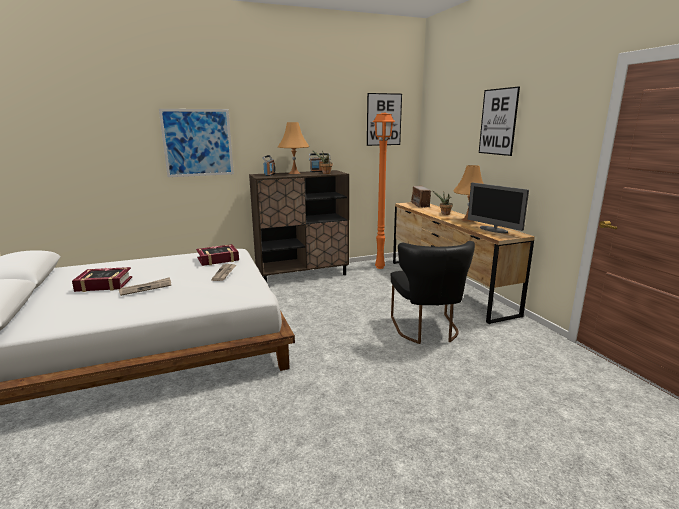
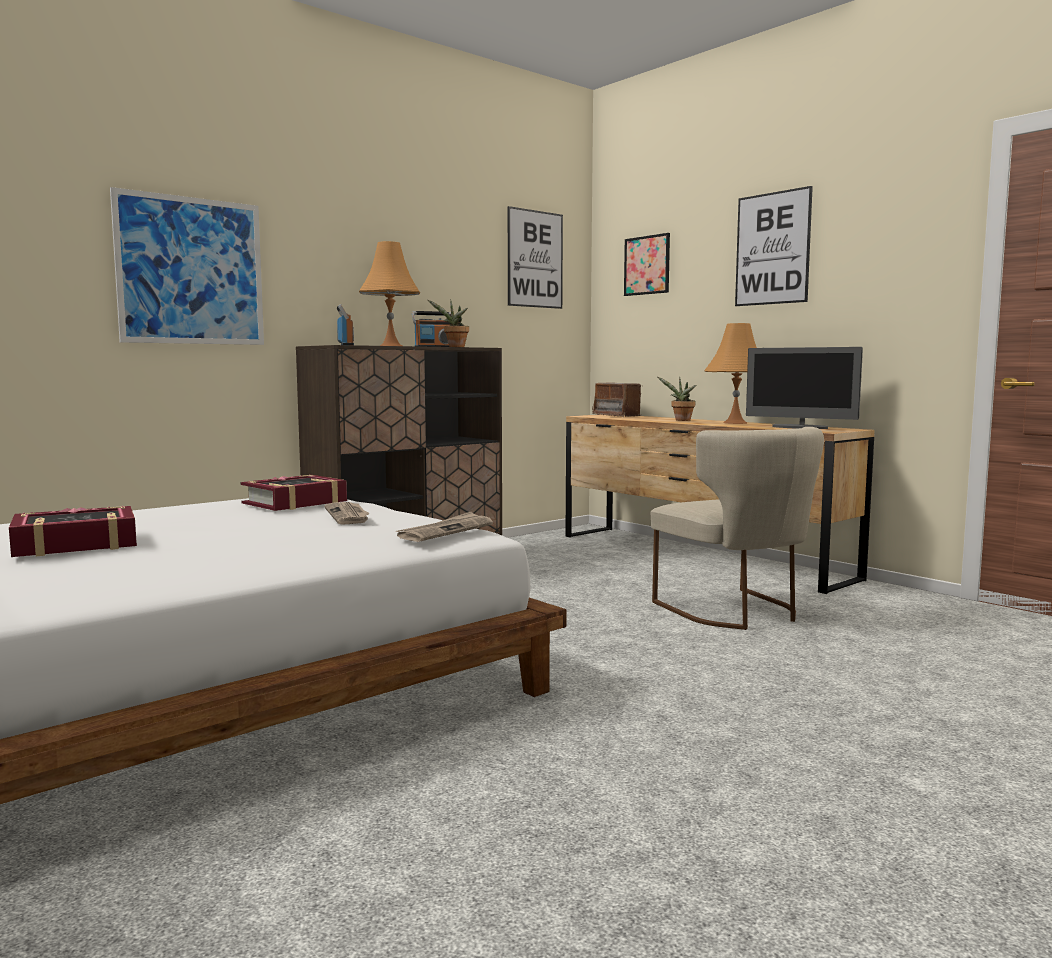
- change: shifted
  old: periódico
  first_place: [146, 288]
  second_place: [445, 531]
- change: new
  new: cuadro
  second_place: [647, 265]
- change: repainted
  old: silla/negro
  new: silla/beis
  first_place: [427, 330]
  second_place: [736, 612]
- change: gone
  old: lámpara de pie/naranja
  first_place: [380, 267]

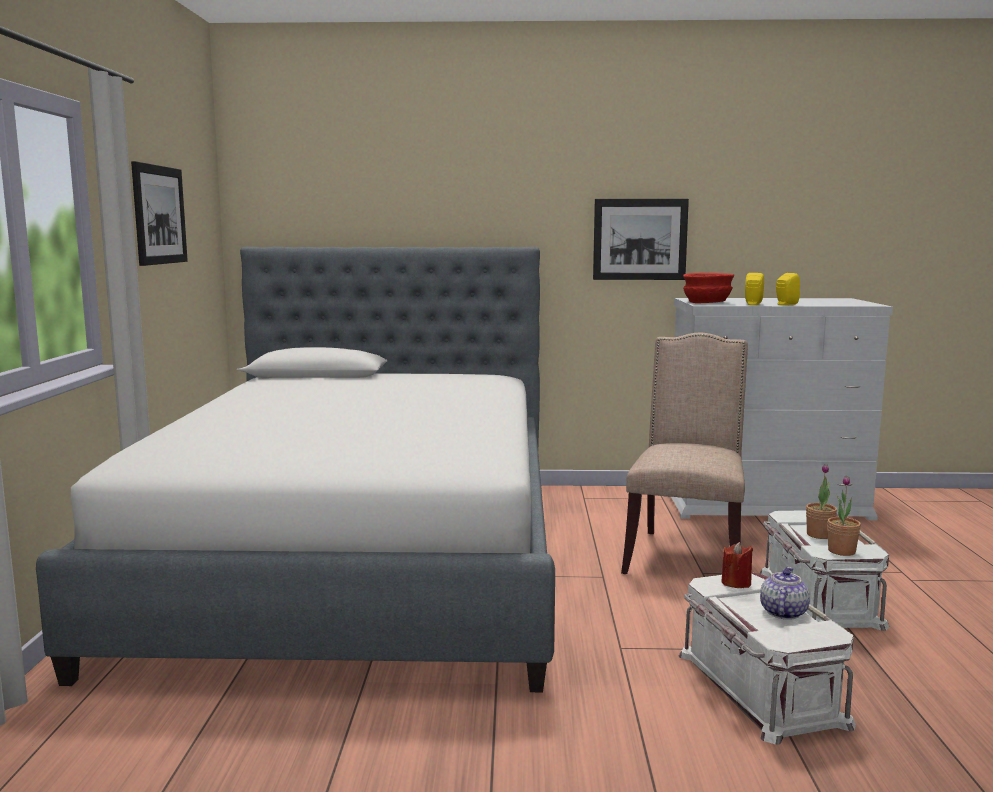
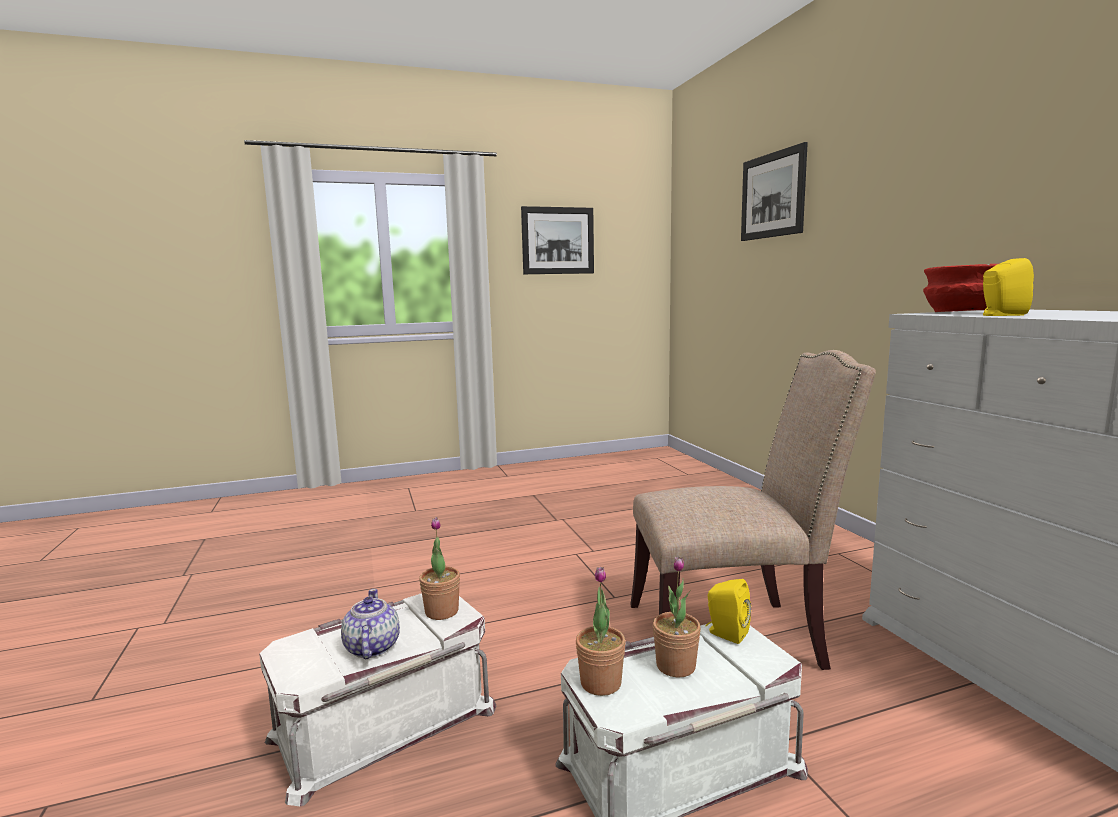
- change: rotated
  old: tetera
  first_place: [782, 613]
  second_place: [371, 648]
  degrees: -105
- change: swapped
  old: vela/rojo
  new: planta en maceta
  first_place: [736, 583]
  second_place: [441, 611]
- change: shifted
  old: altavoz/amarillo
  first_place: [785, 304]
  second_place: [725, 633]
- change: shifted
  old: cuadro
  first_place: [640, 239]
  second_place: [772, 195]
- change: gone
  old: cama
  first_place: [361, 559]

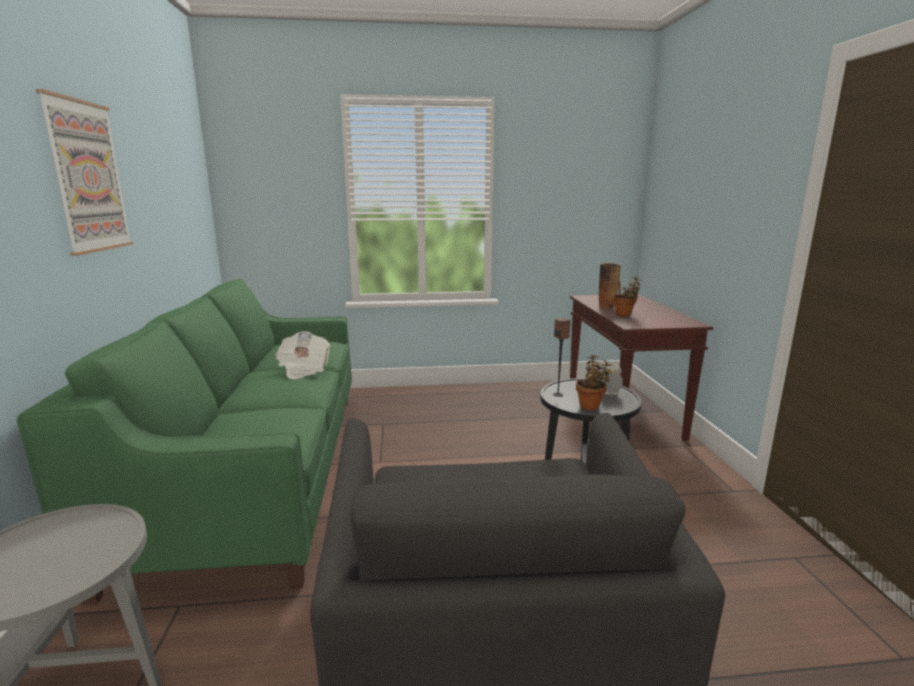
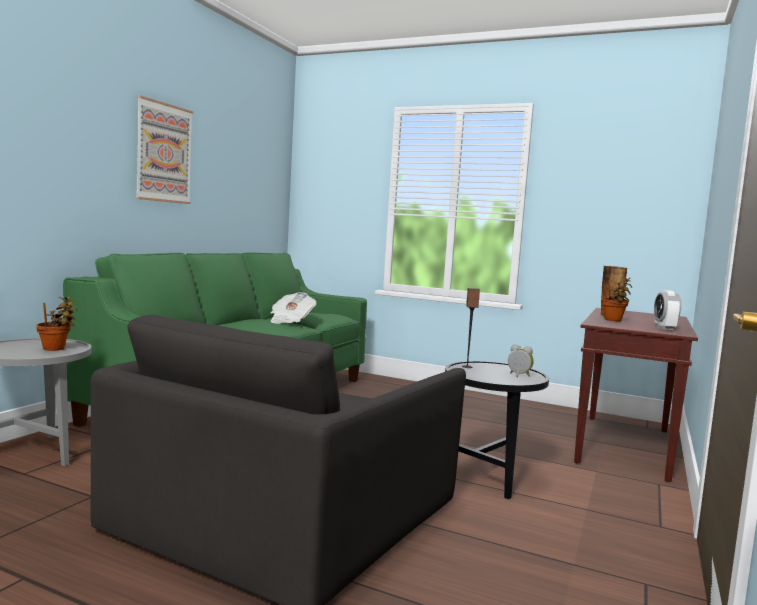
- change: shifted
  old: planta en maceta
  first_place: [590, 406]
  second_place: [56, 349]
- change: new
  new: despertador
  second_place: [664, 328]

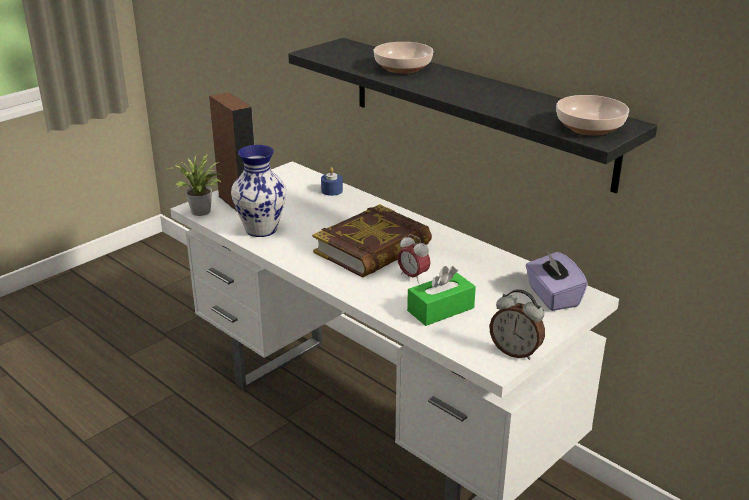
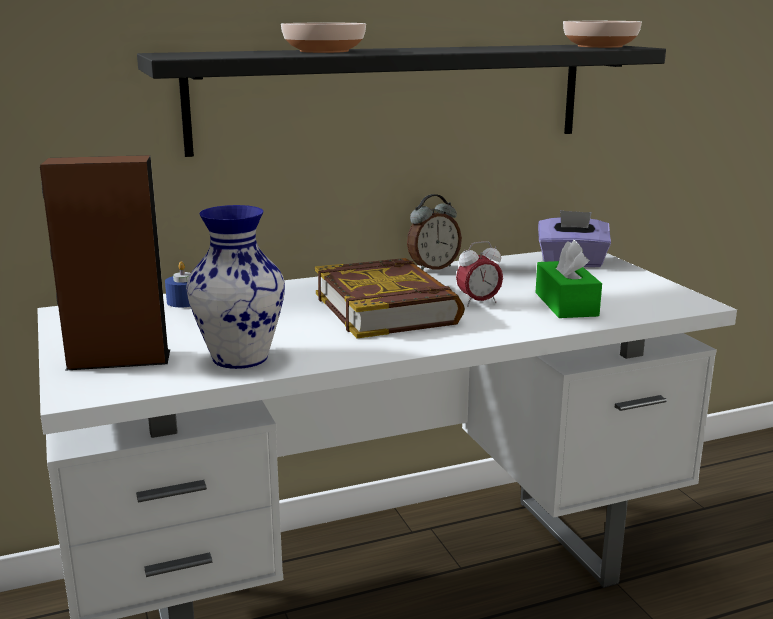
- change: shifted
  old: despertador
  first_place: [515, 351]
  second_place: [432, 267]
- change: gone
  old: planta en maceta
  first_place: [202, 212]

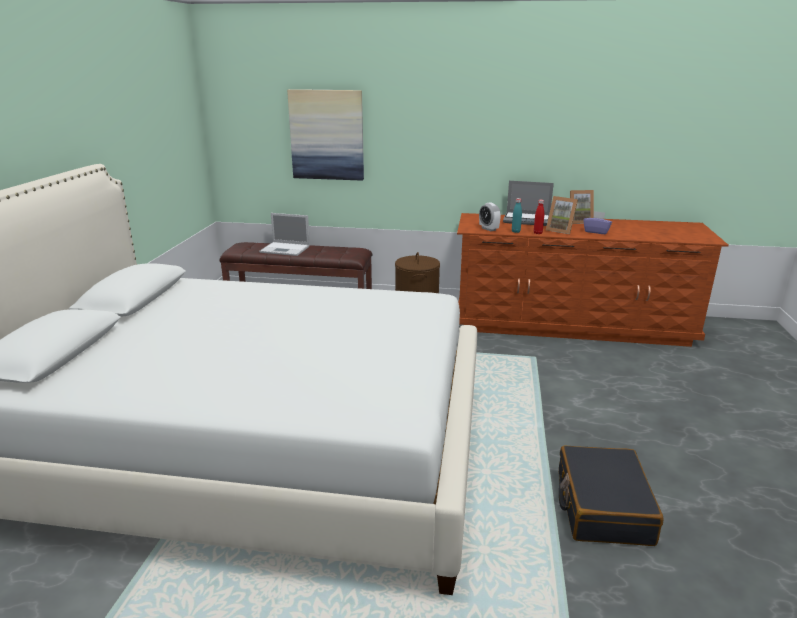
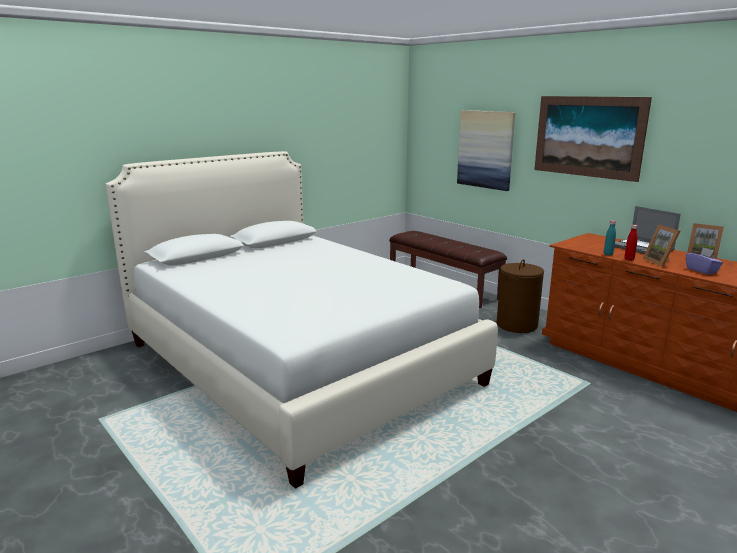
- change: new
  new: cuadro
  second_place: [588, 136]
- change: gone
  old: portátil
  first_place: [286, 249]
- change: gone
  old: despertador
  first_place: [488, 229]
- change: gone
  old: maleta/negro
  first_place: [602, 507]

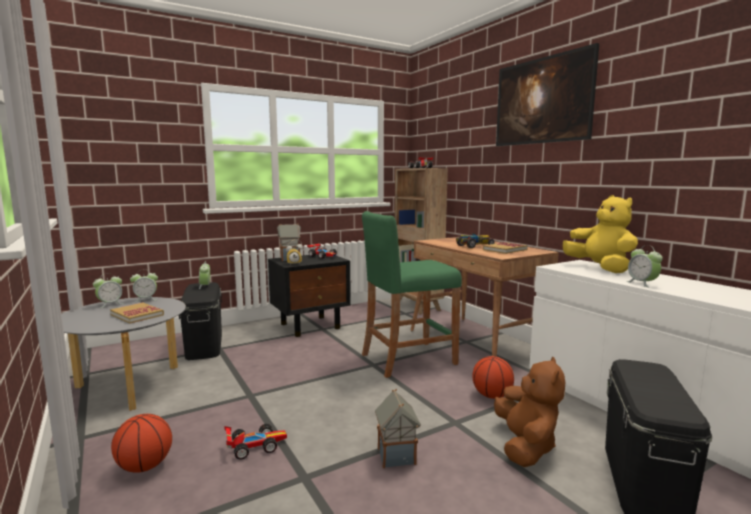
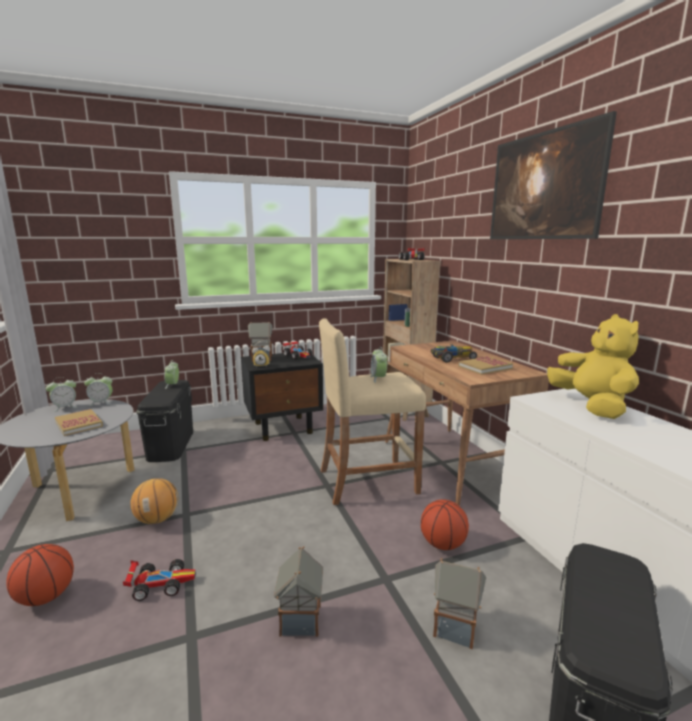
- change: new
  new: balón de baloncesto
  second_place: [157, 519]
- change: repainted
  old: taburete/verde
  new: taburete/beis
  first_place: [408, 359]
  second_place: [368, 481]
- change: shifted
  old: despertador
  first_place: [642, 283]
  second_place: [378, 379]
- change: swapped
  old: peluche/marrón
  new: casita
  first_place: [525, 446]
  second_place: [456, 627]

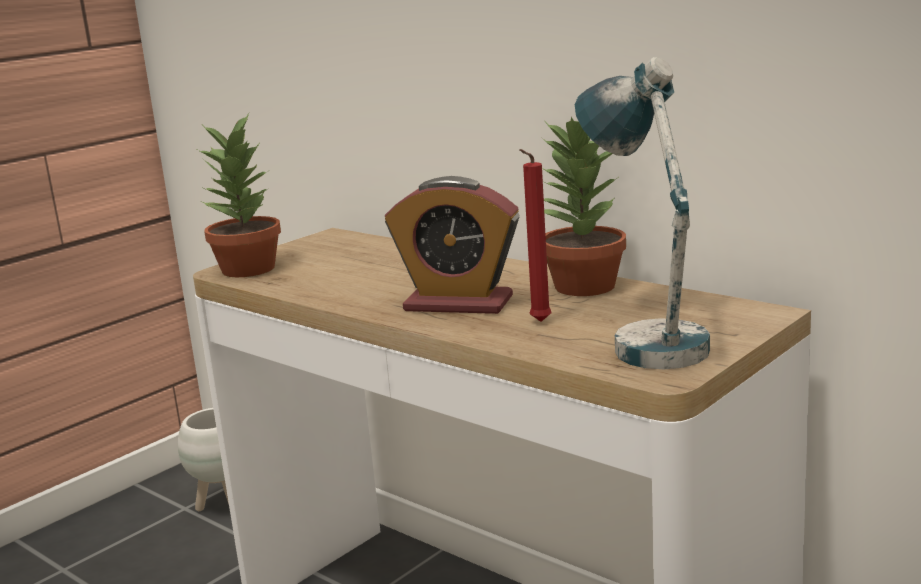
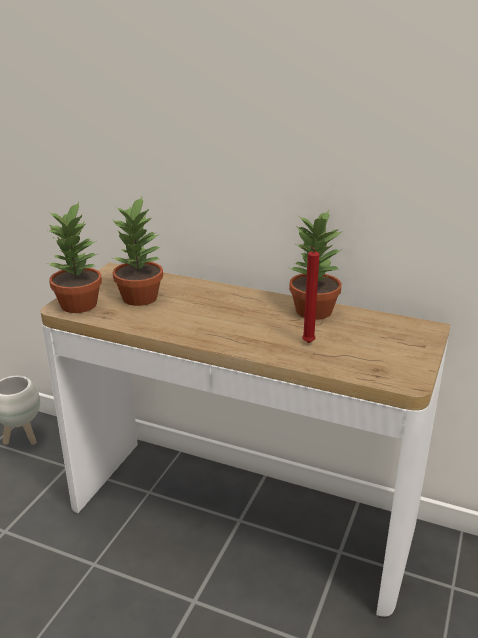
- change: new
  new: planta en maceta
  second_place: [141, 298]
- change: gone
  old: despertador
  first_place: [458, 304]
- change: gone
  old: lámpara de mesa
  first_place: [646, 337]

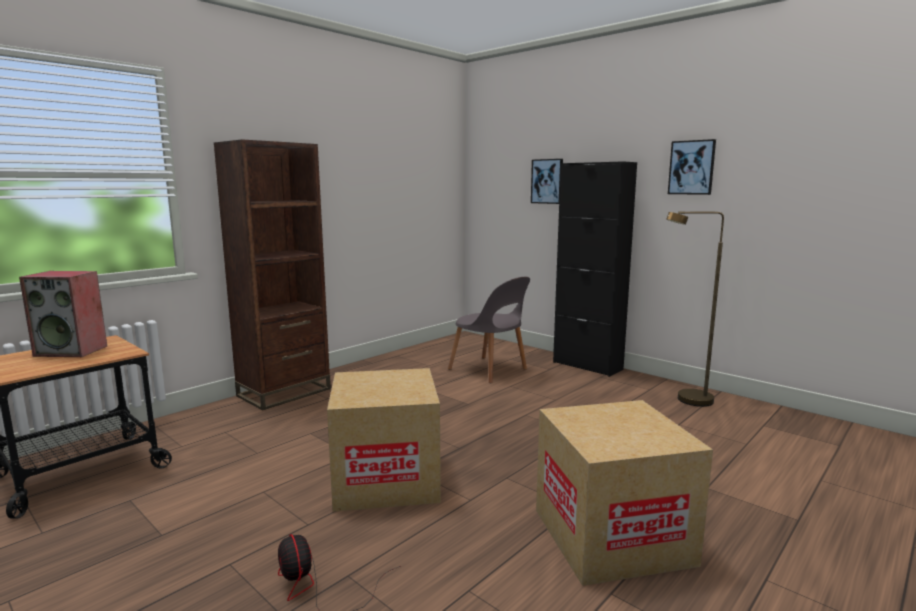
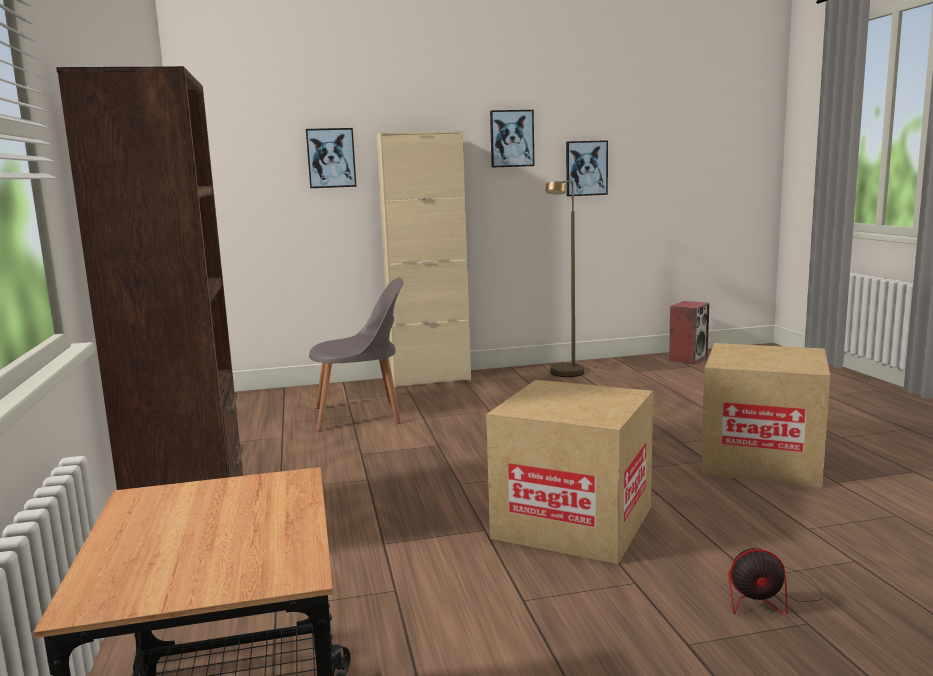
- change: repainted
  old: armario/negro
  new: armario/beis
  first_place: [587, 366]
  second_place: [430, 379]
- change: new
  new: cuadro
  second_place: [586, 168]
- change: shifted
  old: altavoz
  first_place: [72, 351]
  second_place: [688, 358]

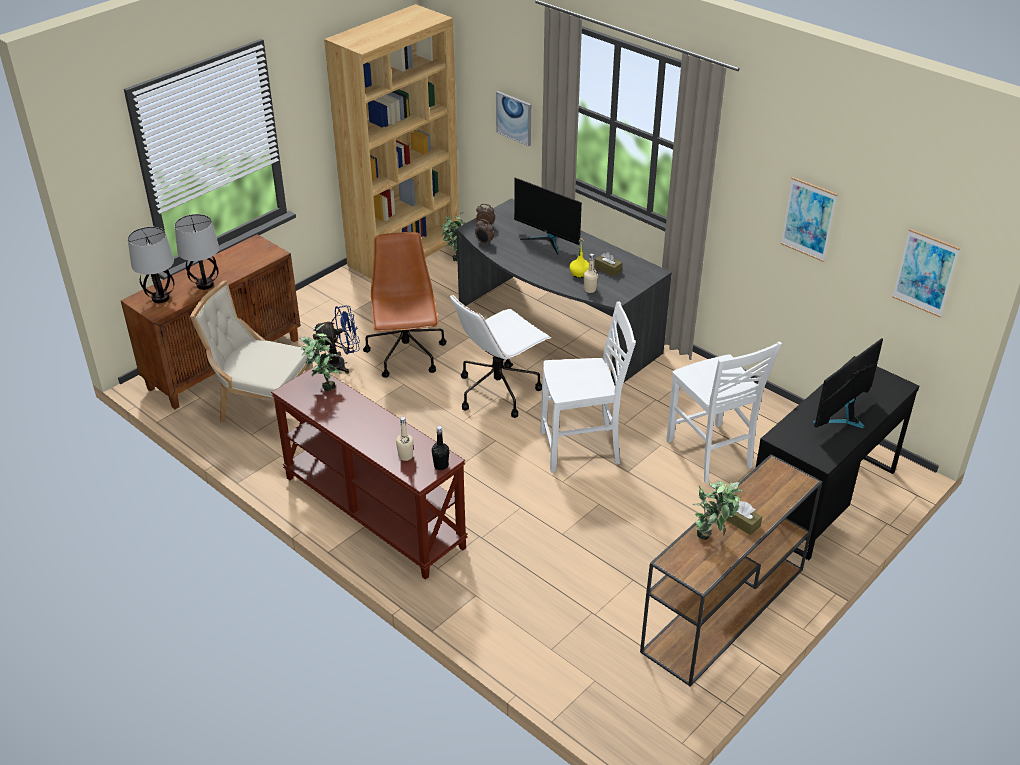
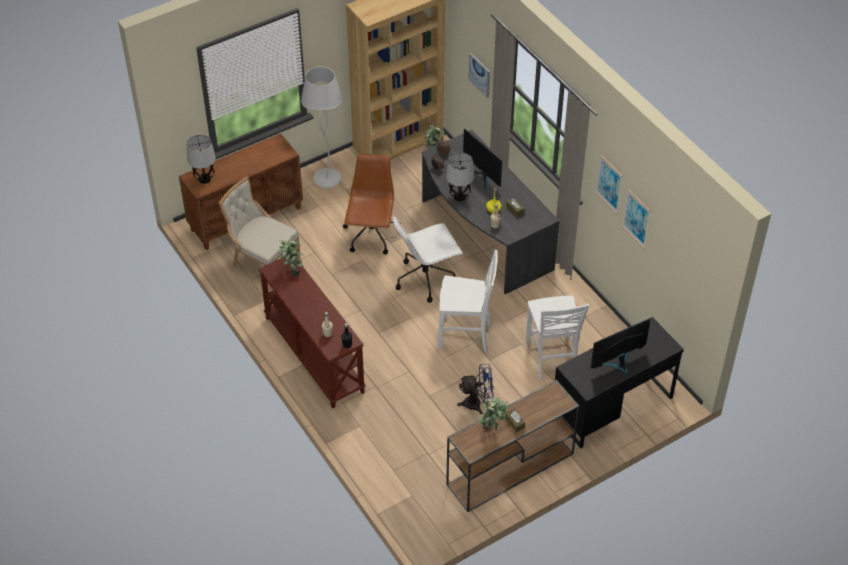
- change: new
  new: lámpara de pie/blanco
  second_place: [327, 179]
- change: shifted
  old: lámpara de mesa
  first_place: [204, 285]
  second_place: [459, 196]
- change: shifted
  old: ventilador/azul
  first_place: [340, 364]
  second_place: [477, 403]
- change: shifted
  old: cuadro
  first_place: [925, 273]
  second_place: [609, 184]

